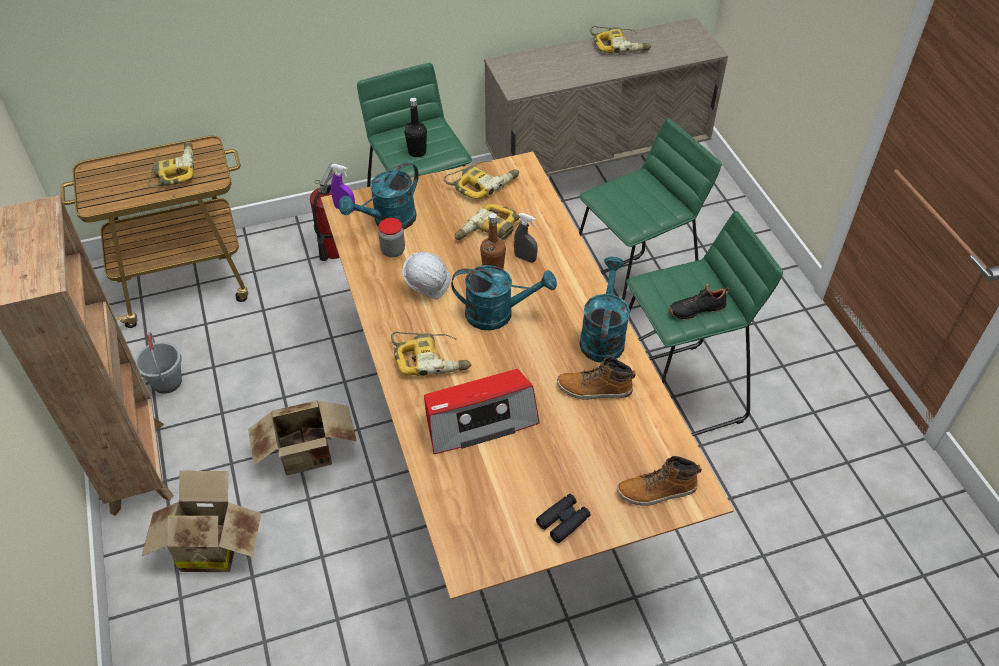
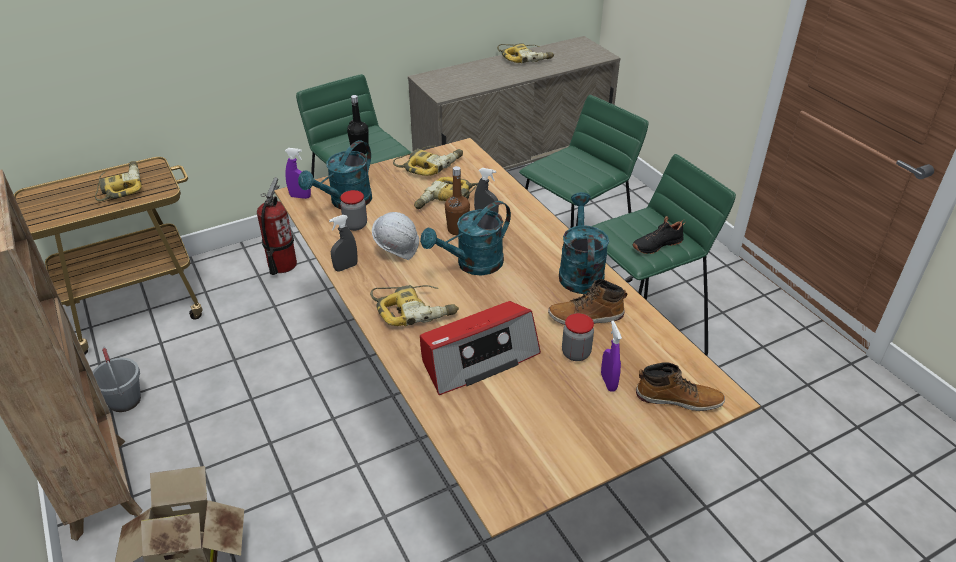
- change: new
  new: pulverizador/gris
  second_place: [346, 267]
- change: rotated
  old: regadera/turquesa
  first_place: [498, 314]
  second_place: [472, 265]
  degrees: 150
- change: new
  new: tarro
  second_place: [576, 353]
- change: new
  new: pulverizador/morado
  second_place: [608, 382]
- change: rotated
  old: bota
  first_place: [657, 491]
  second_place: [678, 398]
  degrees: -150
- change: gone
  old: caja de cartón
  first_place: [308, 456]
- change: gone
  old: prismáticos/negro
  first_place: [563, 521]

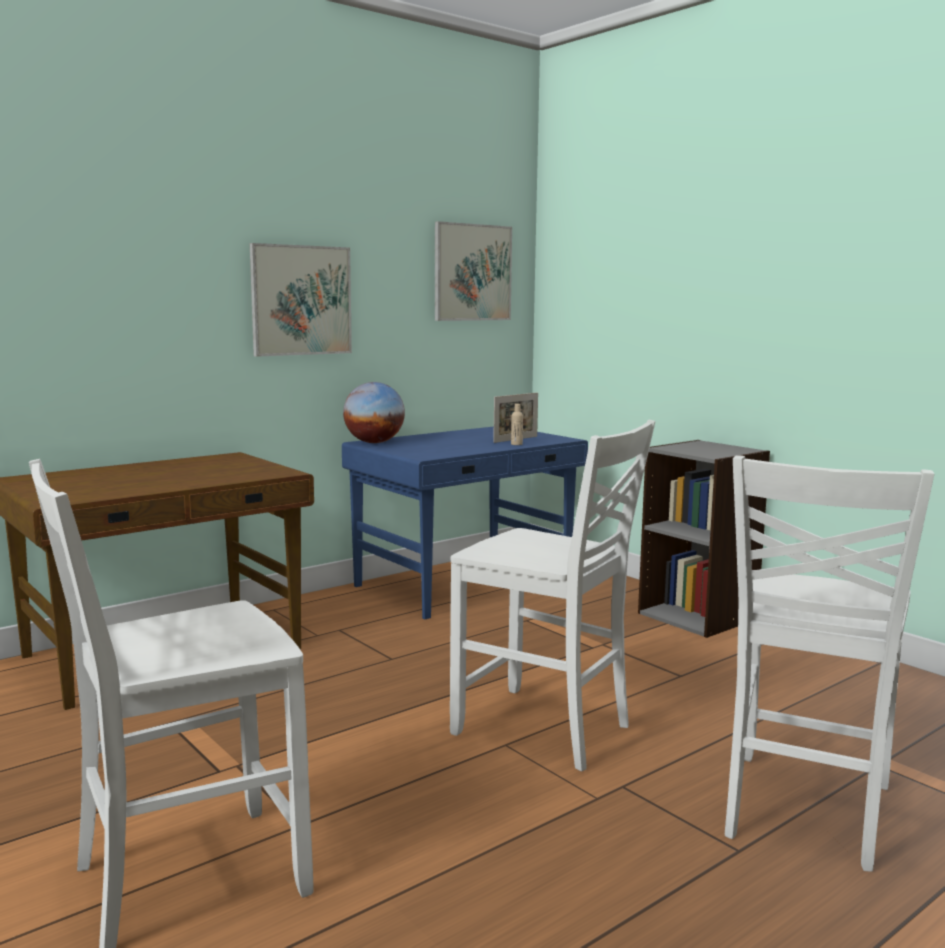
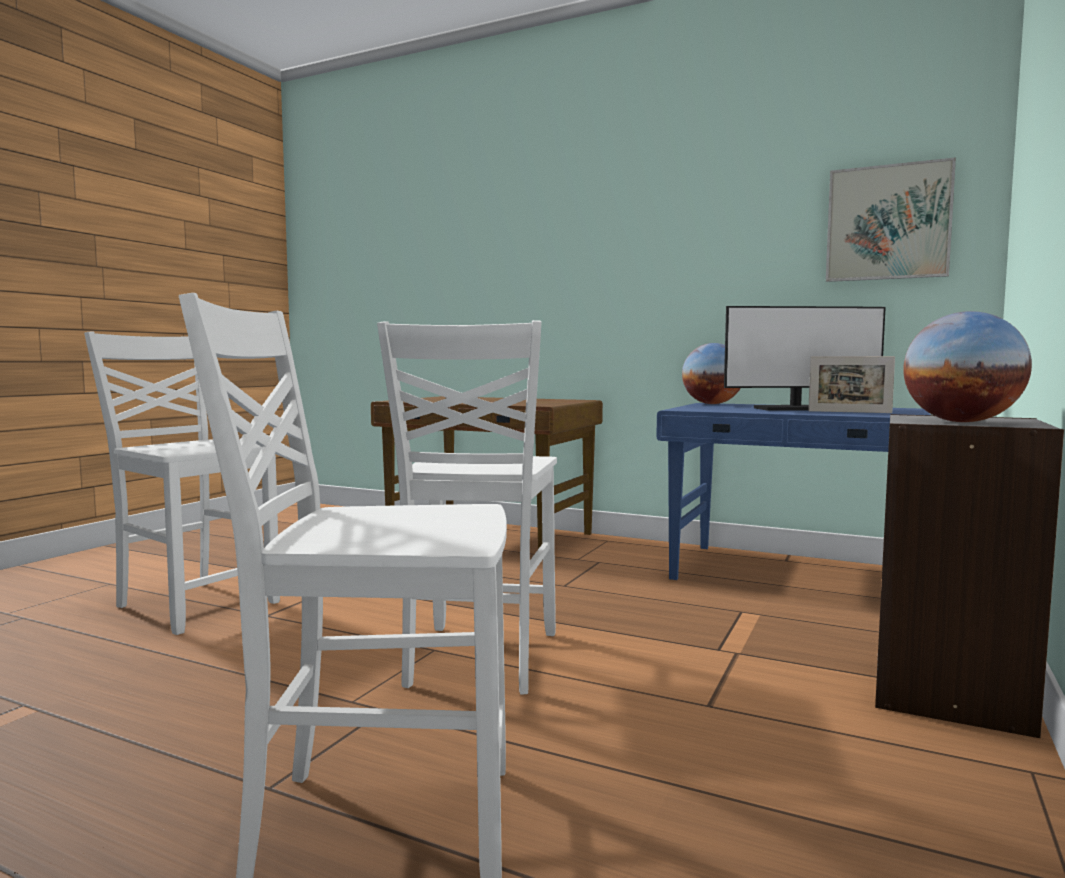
- change: new
  new: monitor
  second_place: [798, 409]
- change: new
  new: globo terráqueo
  second_place: [961, 422]
- change: gone
  old: cuadro
  first_place: [301, 300]
- change: gone
  old: botella/beis
  first_place: [516, 444]

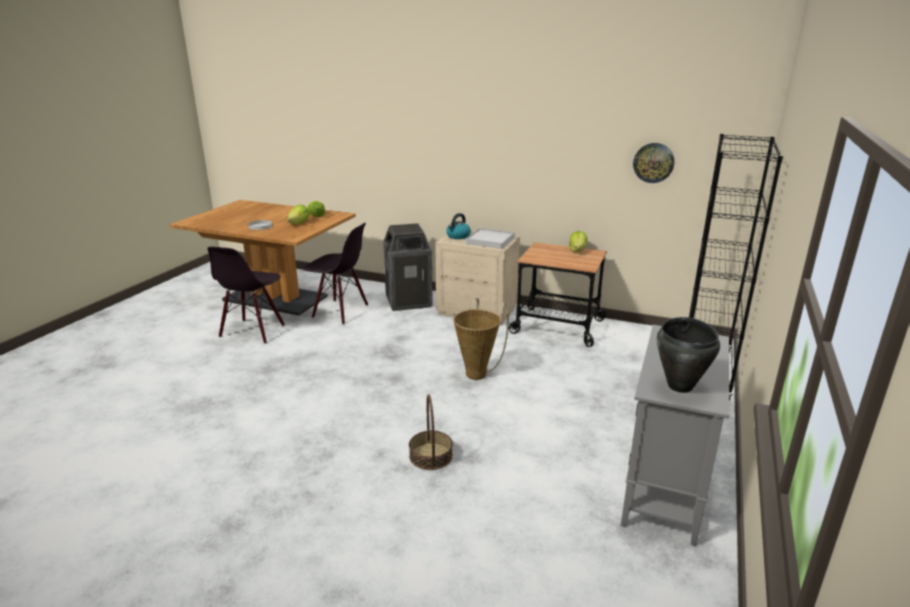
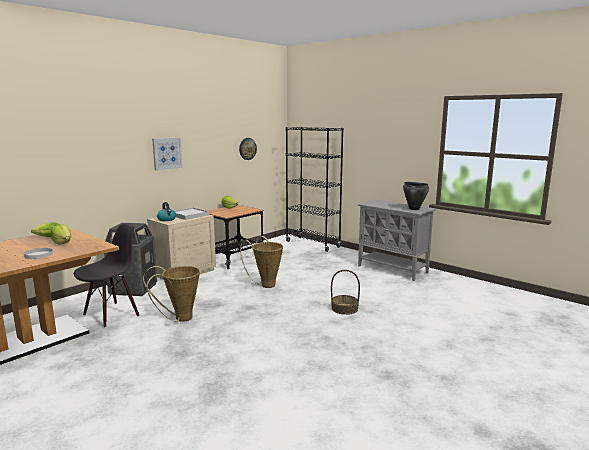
- change: new
  new: cesta
  second_place: [179, 319]
- change: new
  new: cuadro
  second_place: [167, 153]
- change: gone
  old: silla/negro
  first_place: [253, 331]

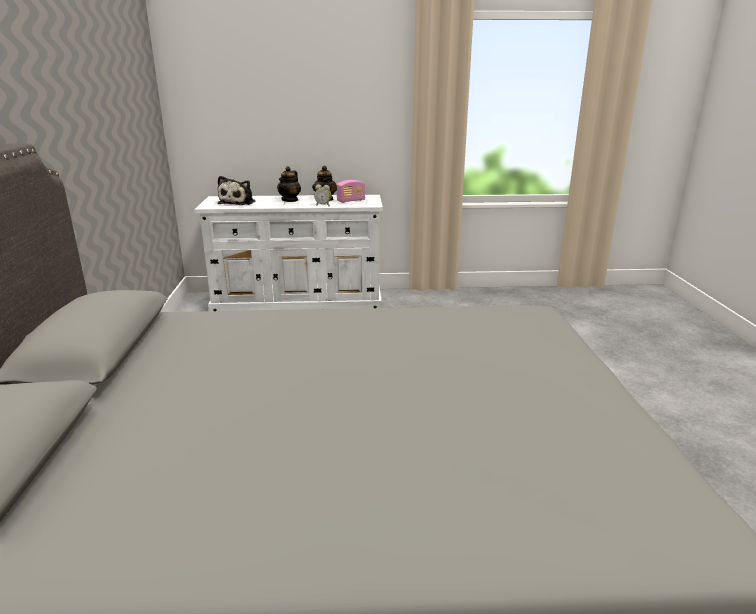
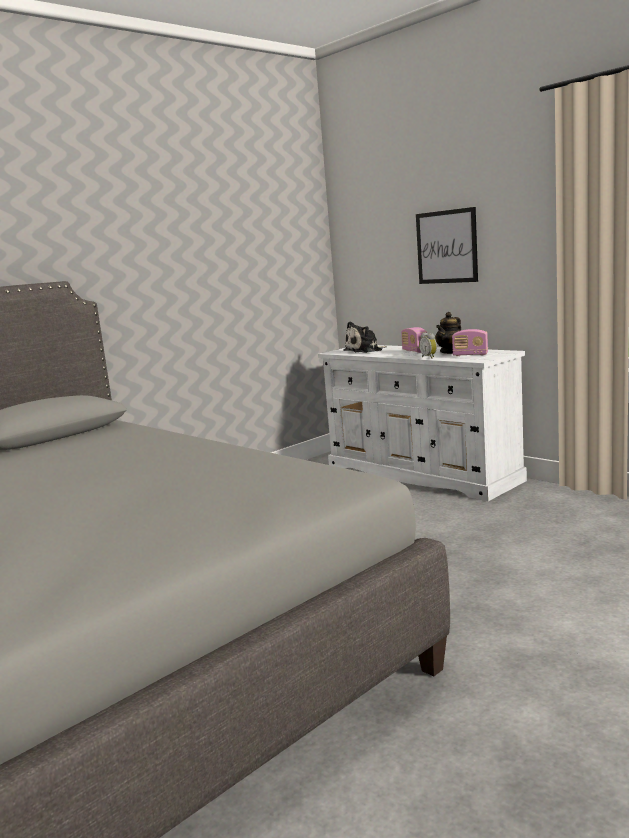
- change: swapped
  old: tetera
  new: radio
  first_place: [290, 200]
  second_place: [414, 351]
- change: new
  new: cuadro
  second_place: [446, 247]

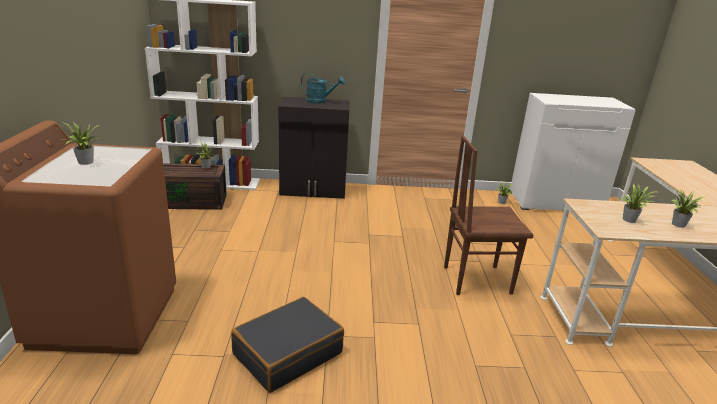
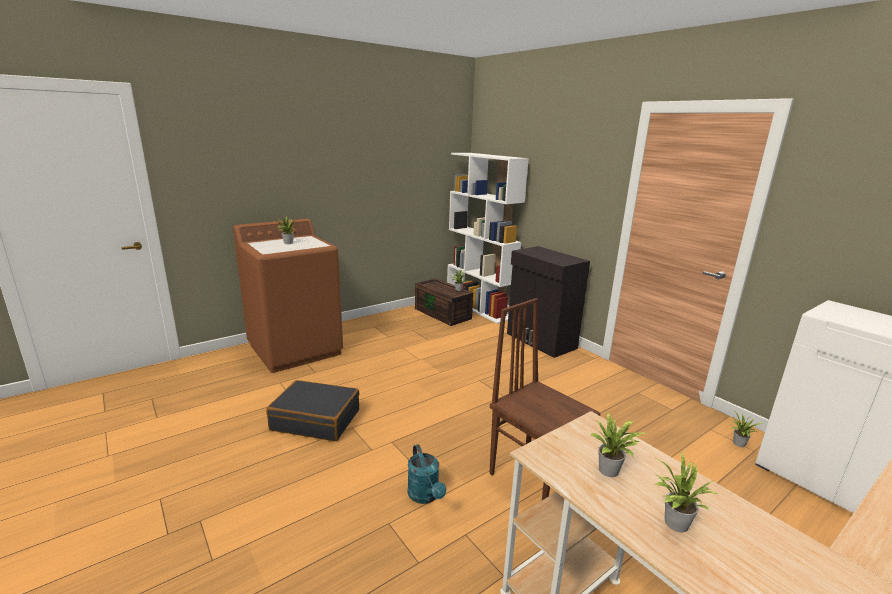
- change: shifted
  old: regadera/turquesa
  first_place: [320, 101]
  second_place: [425, 496]

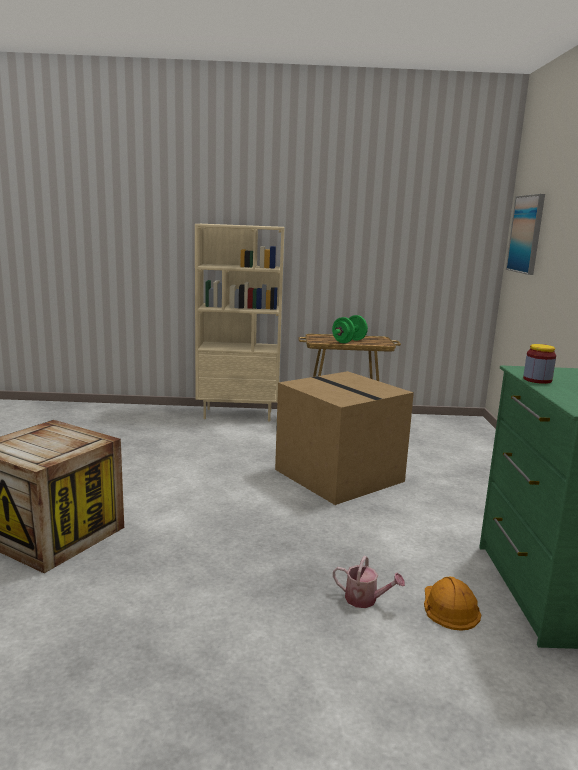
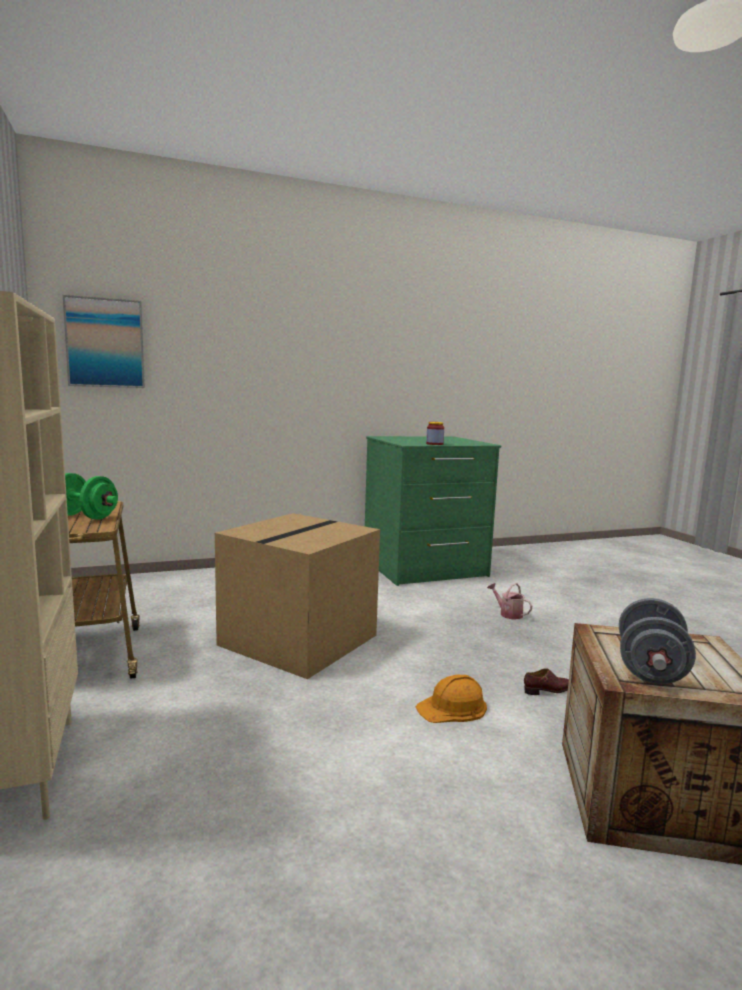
- change: shifted
  old: casco/naranja
  first_place: [449, 607]
  second_place: [453, 707]
- change: rotated
  old: regadera
  first_place: [365, 599]
  second_place: [508, 613]
  degrees: -45
- change: new
  new: zapato/marrón
  second_place: [548, 690]
- change: new
  new: mancuerna/gris
  second_place: [650, 669]

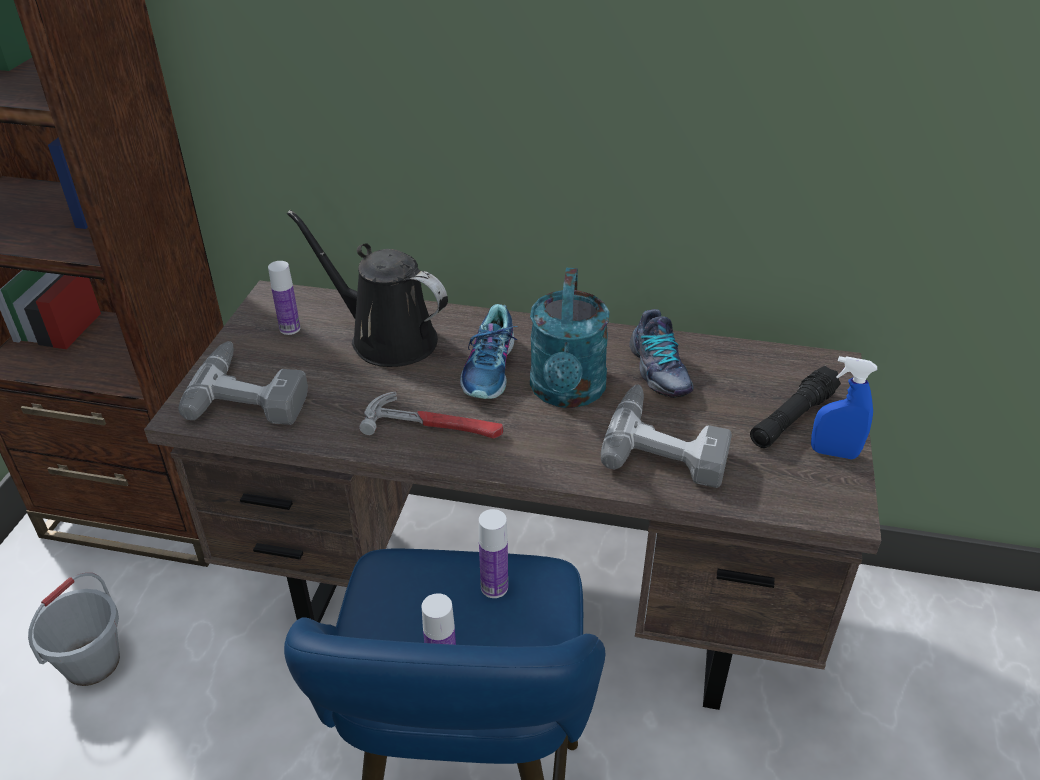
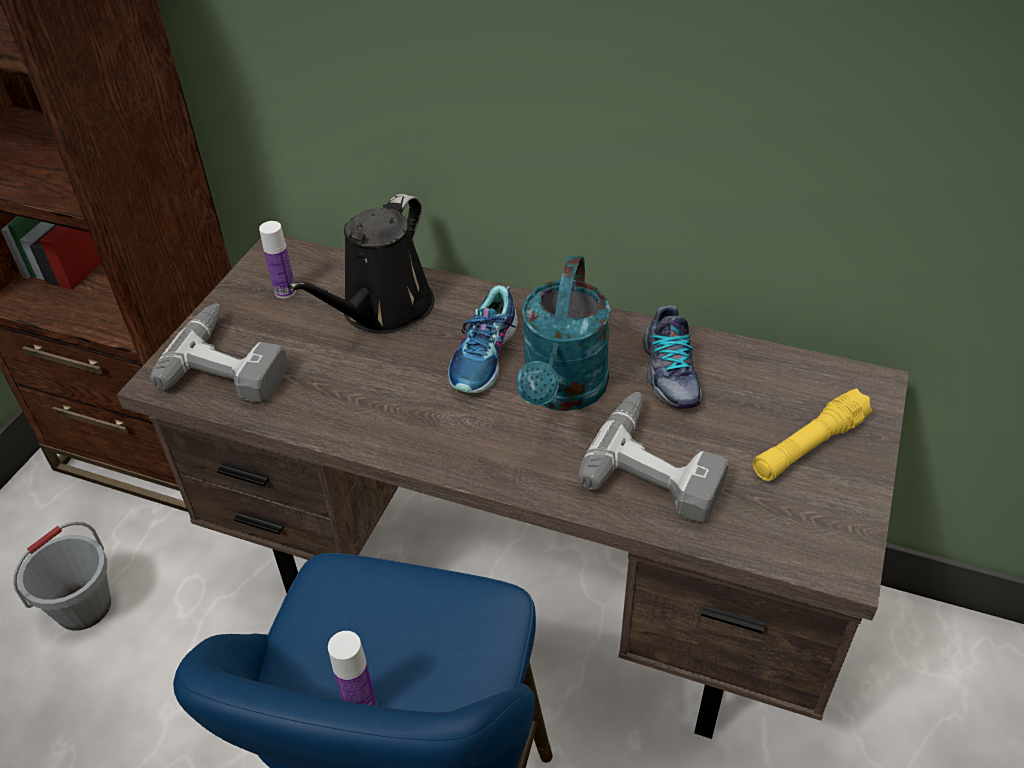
- change: rotated
  old: regadera/negro
  first_place: [386, 338]
  second_place: [382, 310]
  degrees: -105
- change: repainted
  old: linterna/negro
  new: linterna/amarillo
  first_place: [792, 418]
  second_place: [809, 446]
- change: gone
  old: martillo
  first_place: [435, 425]
- change: gone
  old: botella
  first_place: [494, 587]
- change: gone
  old: pulverizador/azul
  first_place: [834, 453]

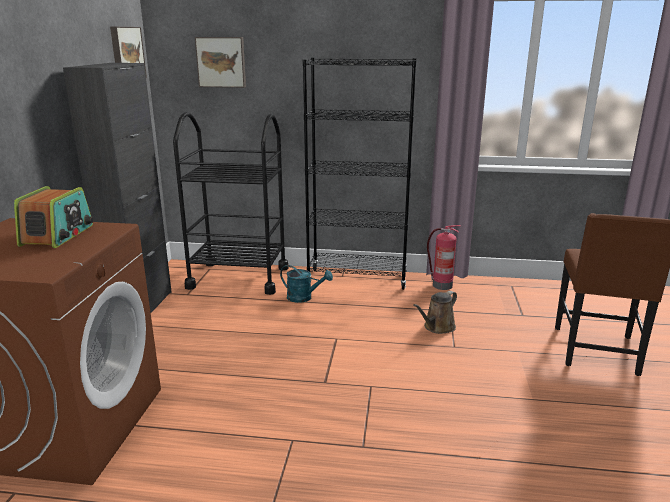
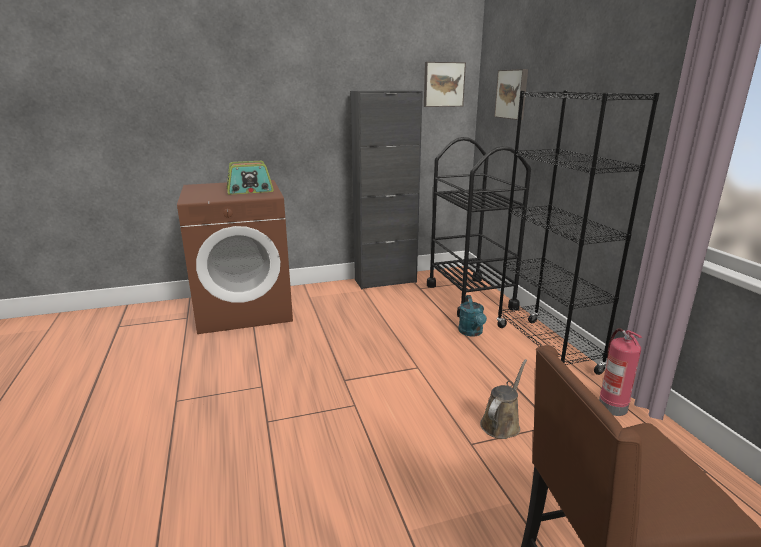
- change: rotated
  old: regadera/marrón
  first_place: [437, 327]
  second_place: [501, 423]
  degrees: 105

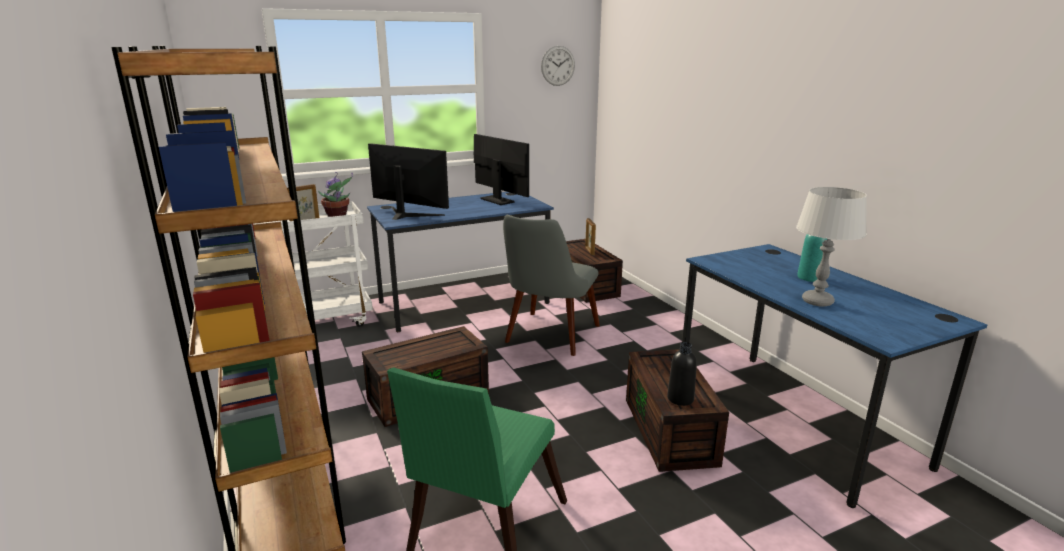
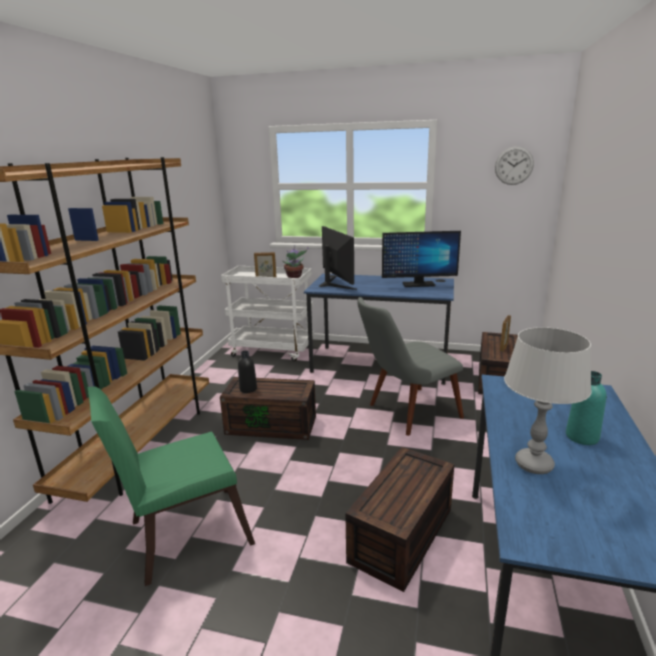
- change: shifted
  old: botella/negro
  first_place: [680, 399]
  second_place: [248, 389]
- change: rotated
  old: monitor
  first_place: [497, 200]
  second_place: [418, 284]
  degrees: 90

